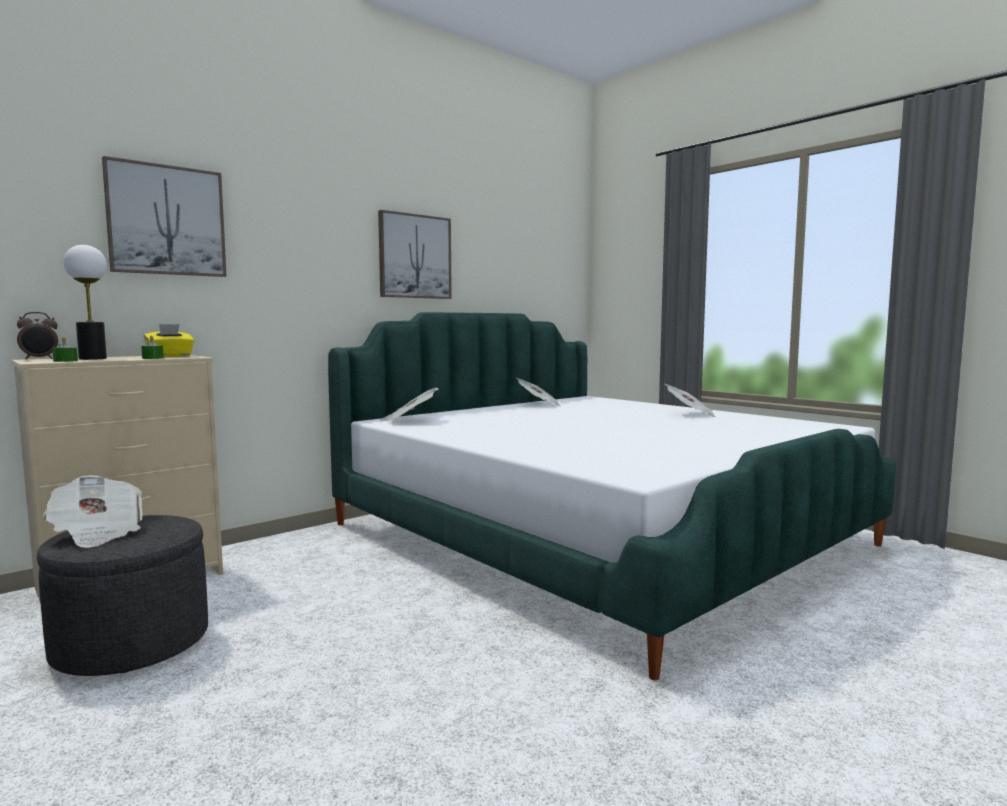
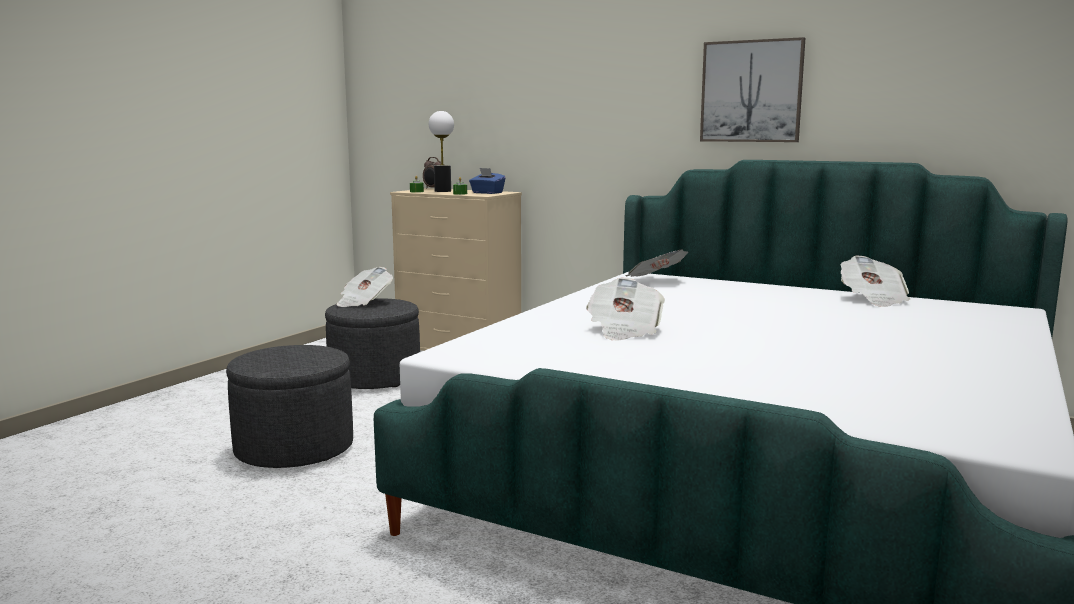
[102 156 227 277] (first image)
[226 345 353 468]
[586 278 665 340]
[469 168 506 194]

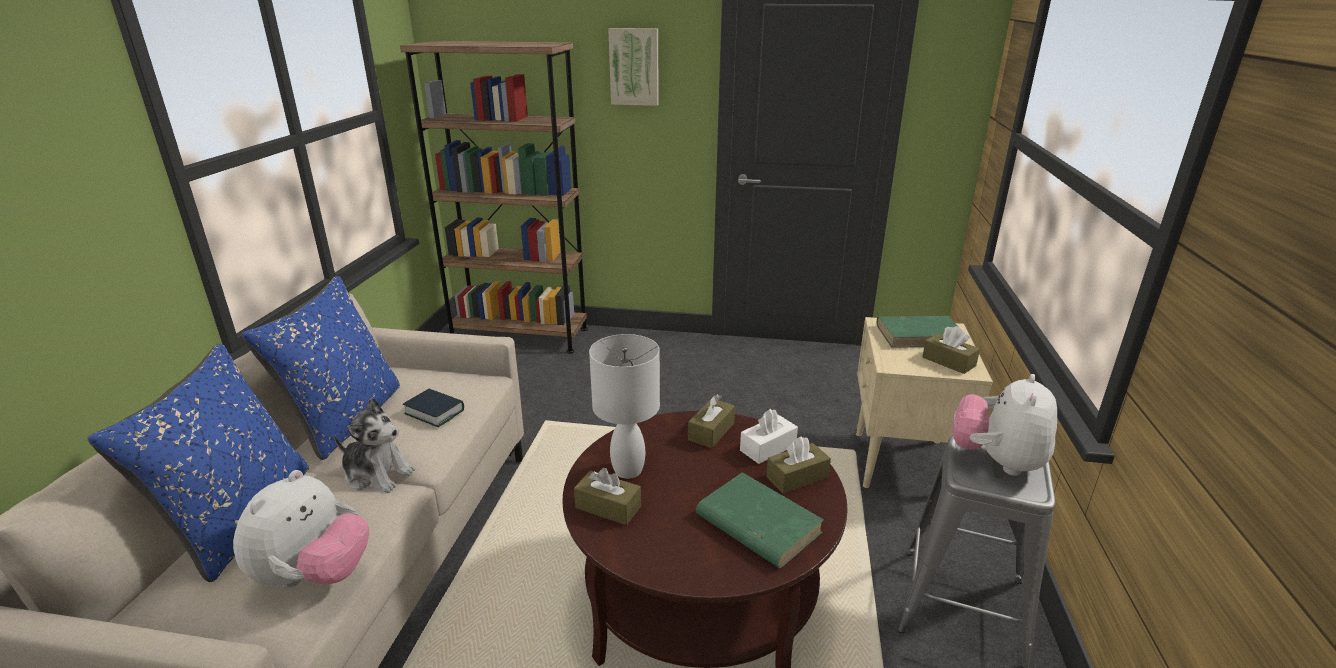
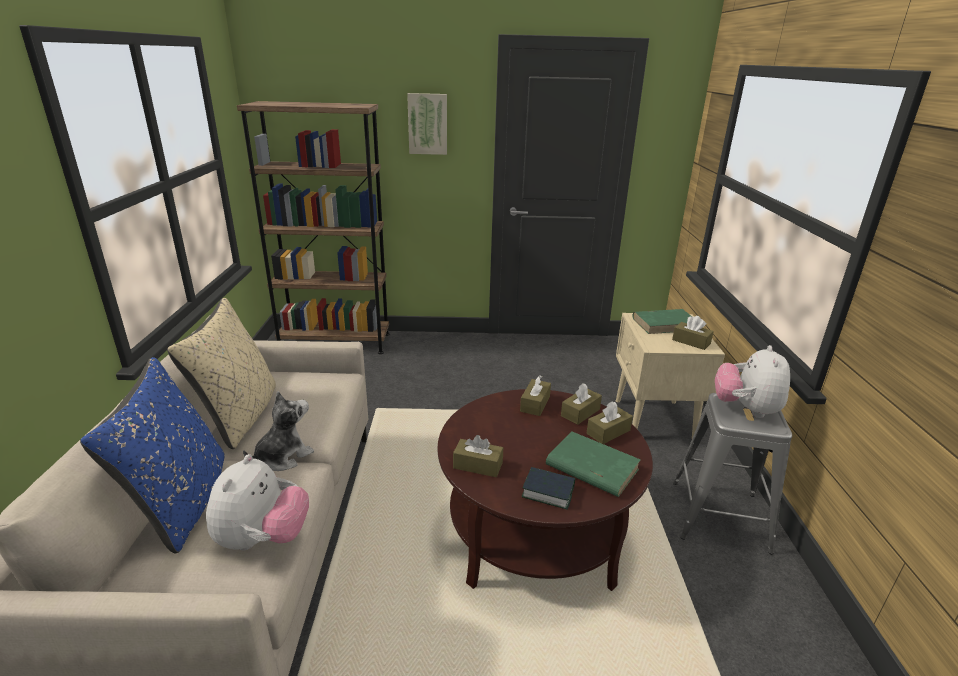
[589 334 660 479] (first image)
[522 467 575 510]
[167 298 276 449]
[561 383 602 425]
[243 391 314 471]

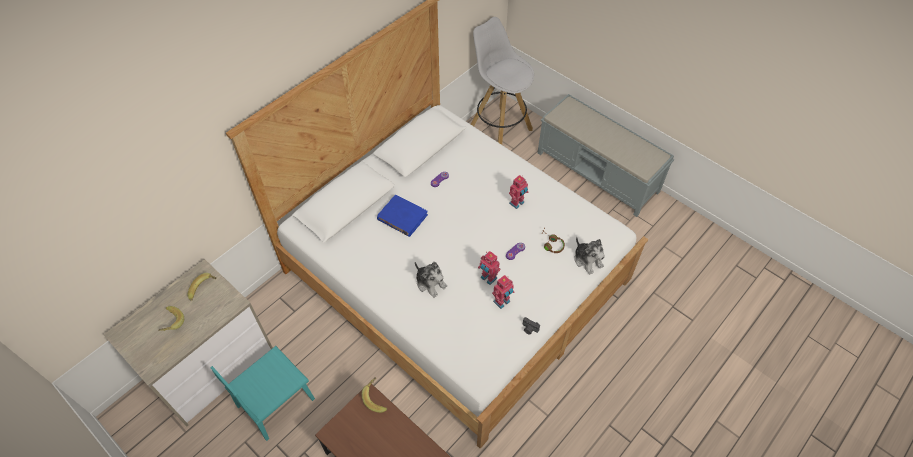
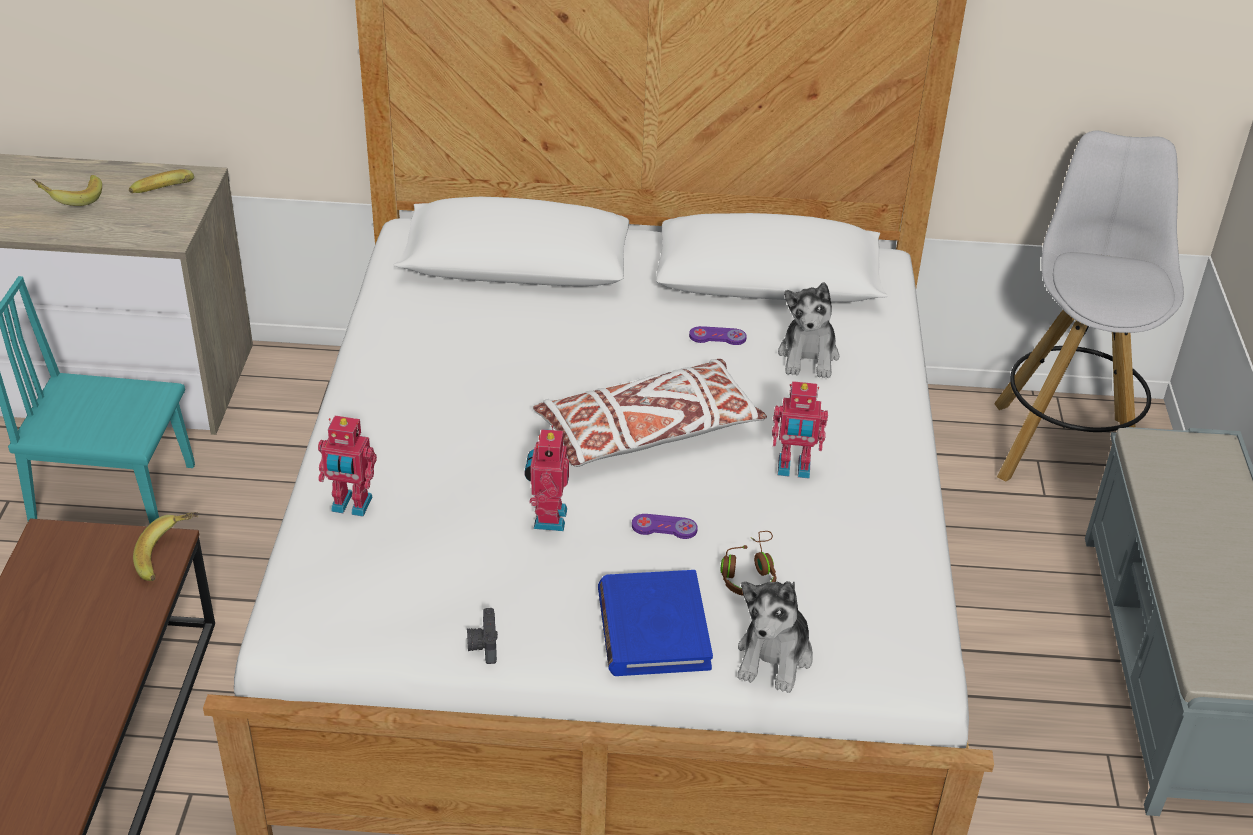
[533 359 767 467]
[598 570 713 676]
[778 282 839 378]
[318 416 377 516]

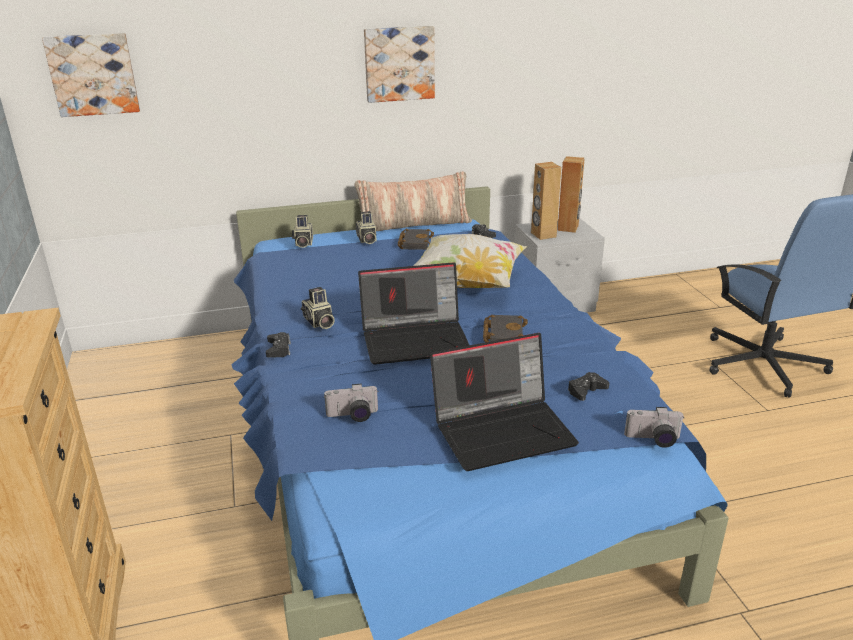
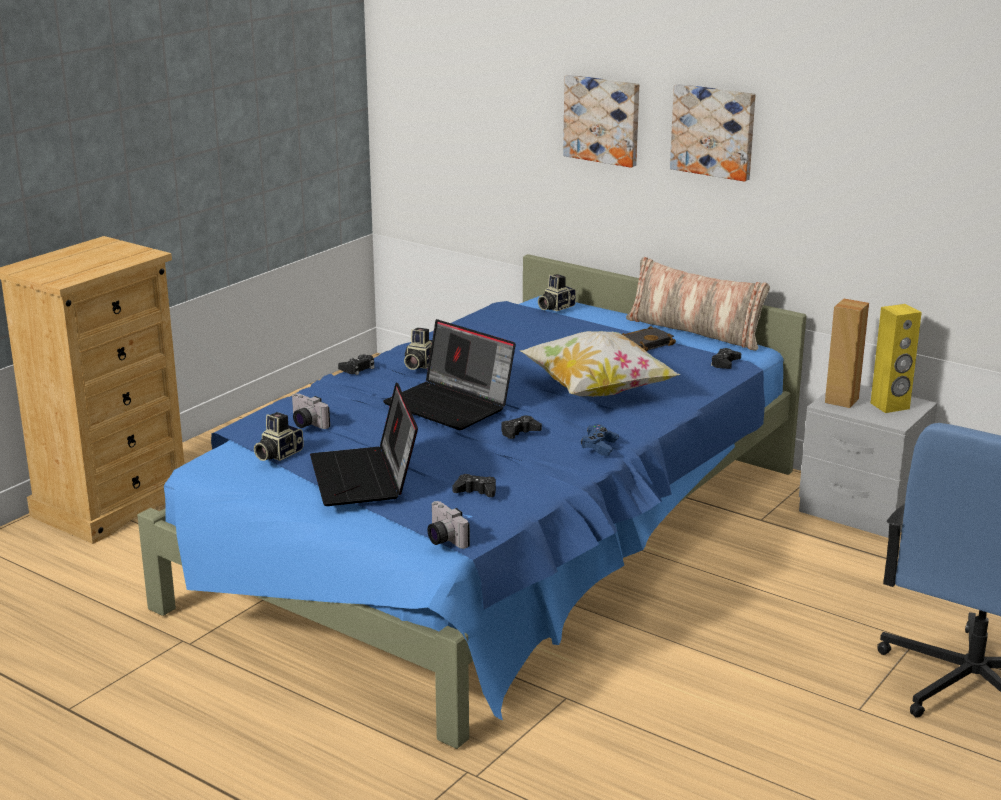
[581 424 619 456]
[563 75 639 168]
[254 412 303 461]
[502 416 542 439]
[871 304 922 413]
[310 382 418 506]

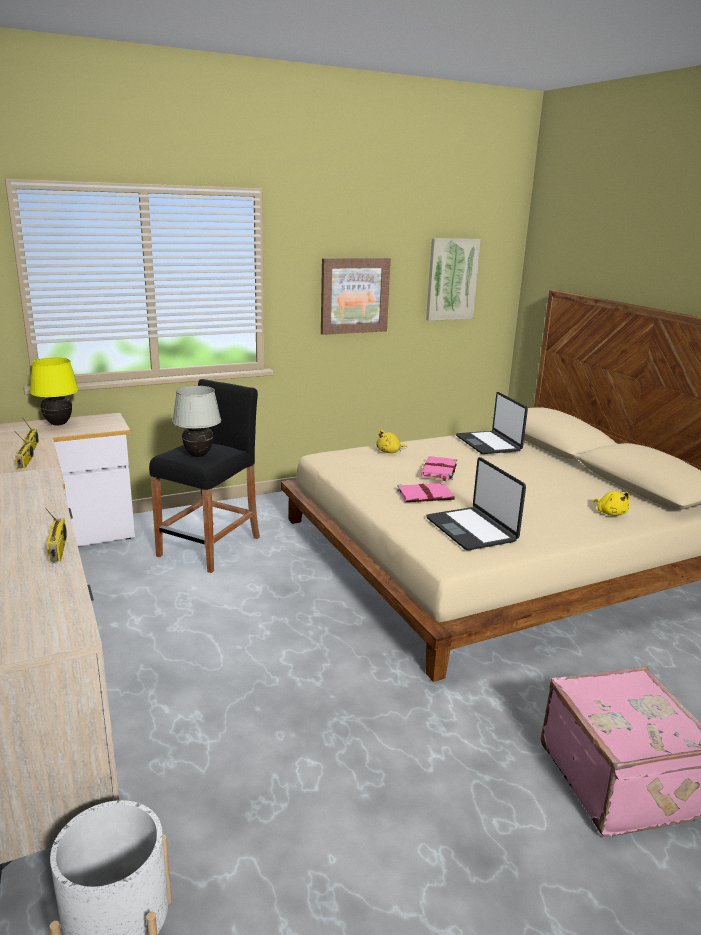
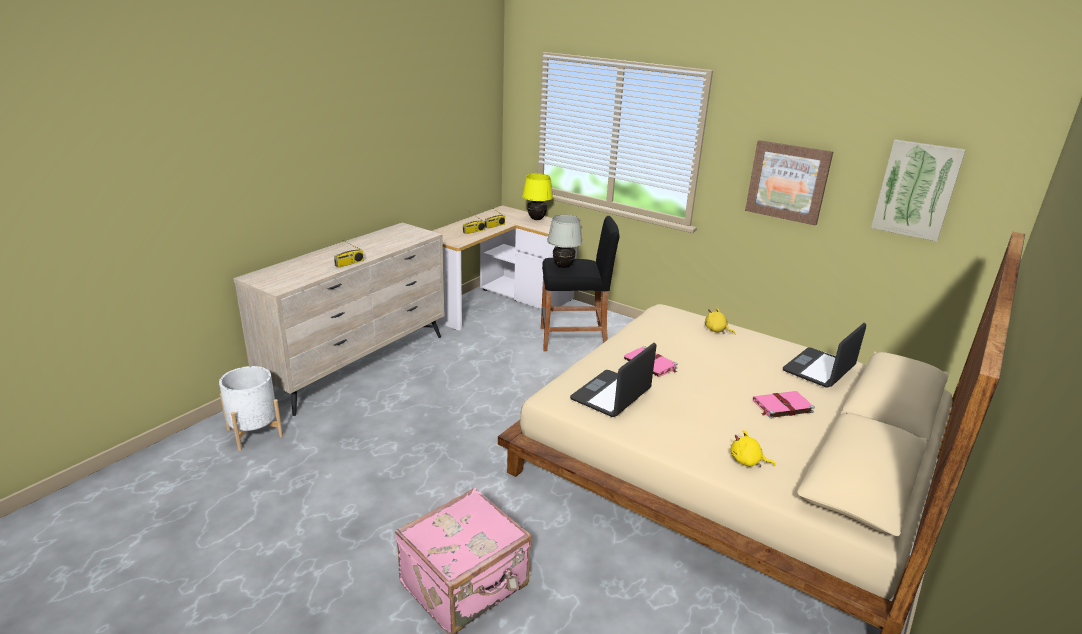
[753 391 815 419]
[730 430 776 467]

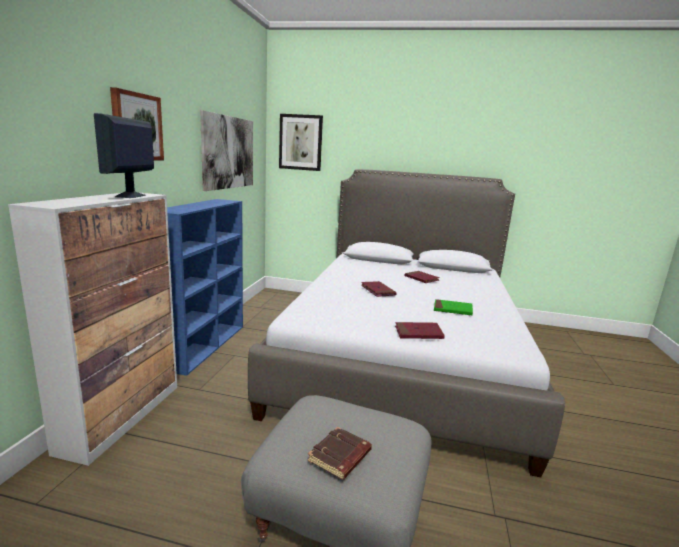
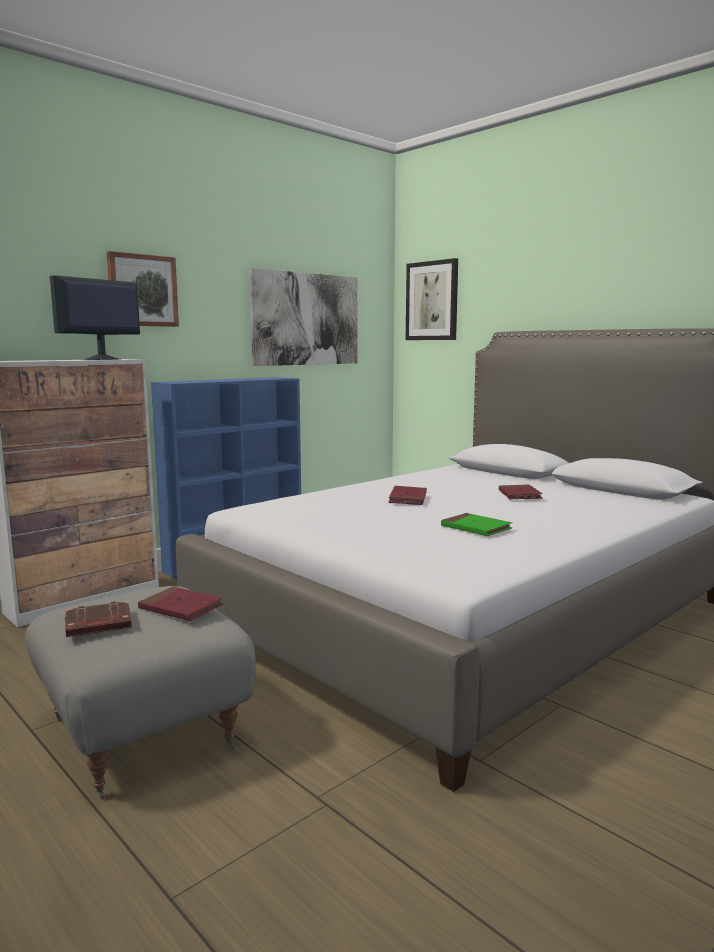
[138 587 223 621]

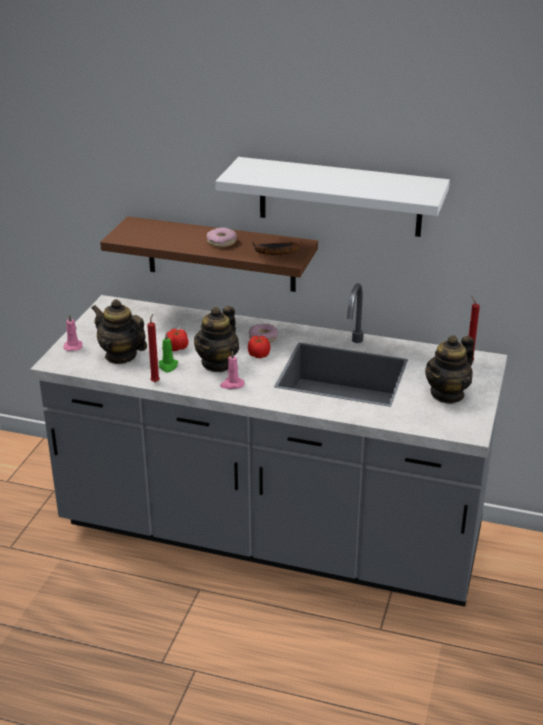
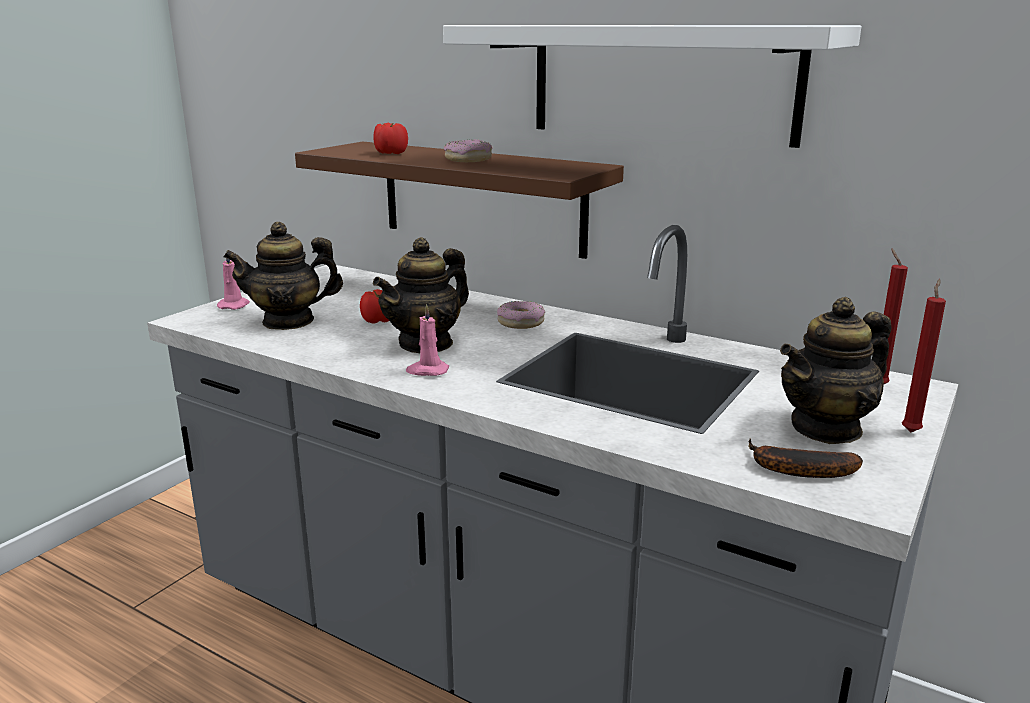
[159 333 178 372] (first image)
[902 279 946 432]
[373 123 408 154]
[749 438 863 478]
[223 222 343 330]

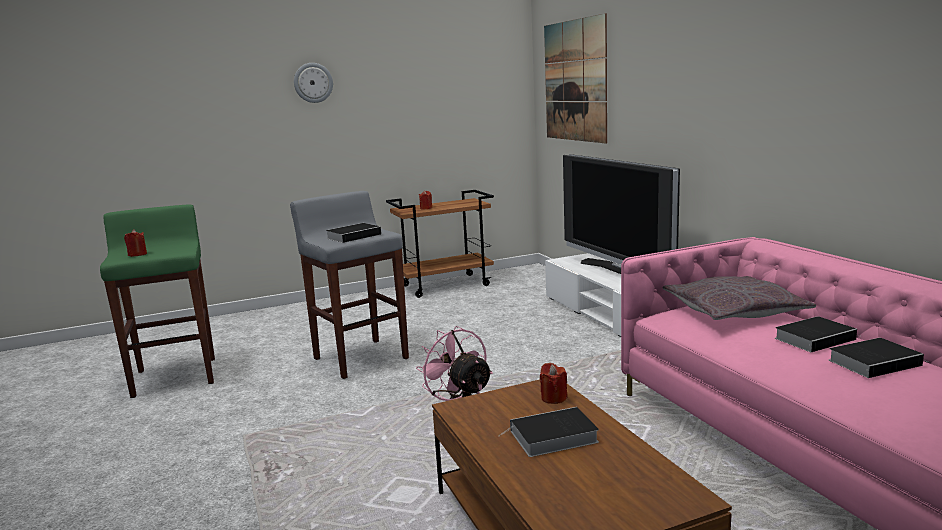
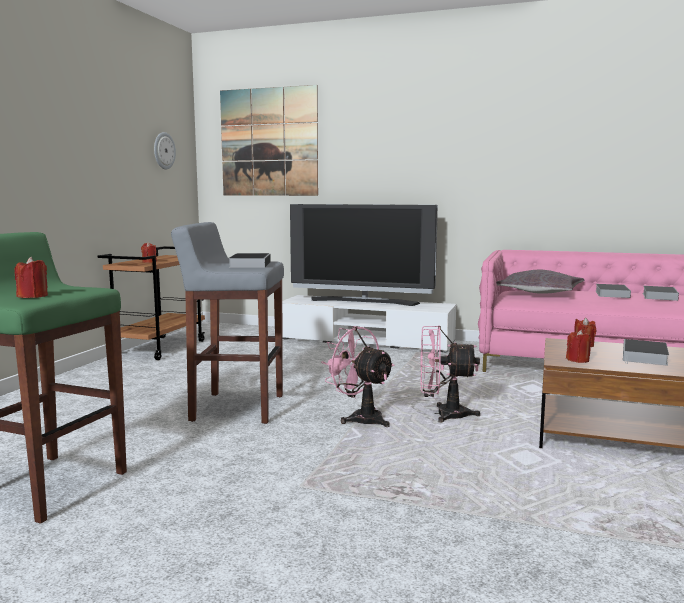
[321 326 395 427]
[566 330 592 363]
[154 132 176 169]

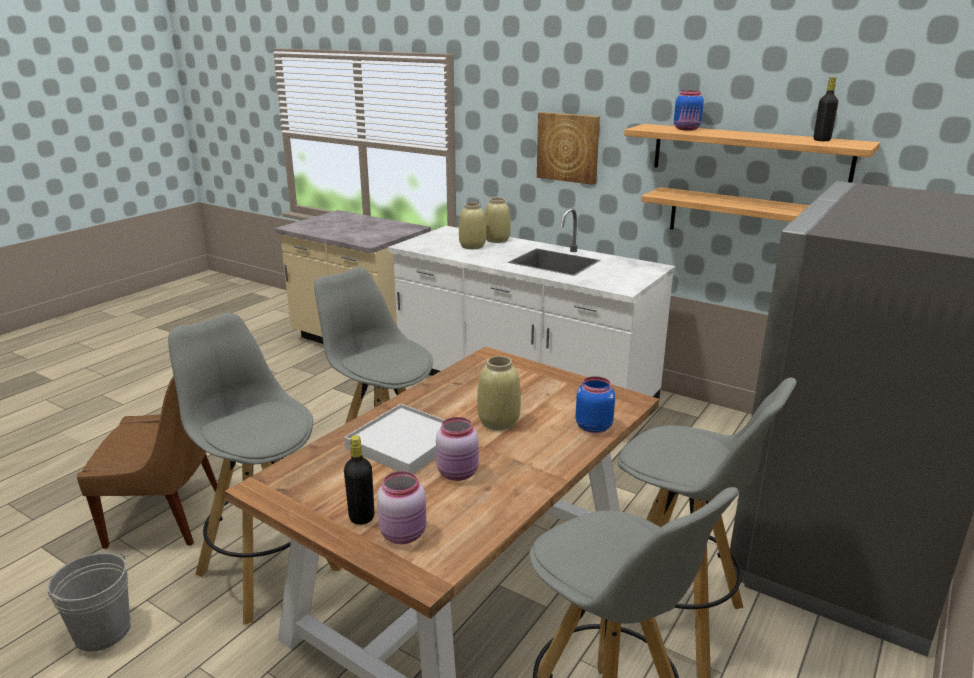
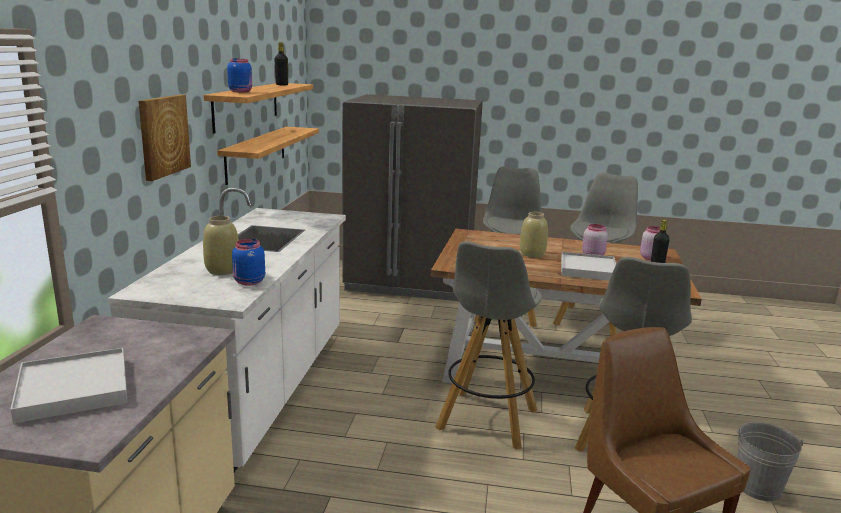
[485 197 511 243] (first image)
[10 348 128 424]
[232 239 265 286]

